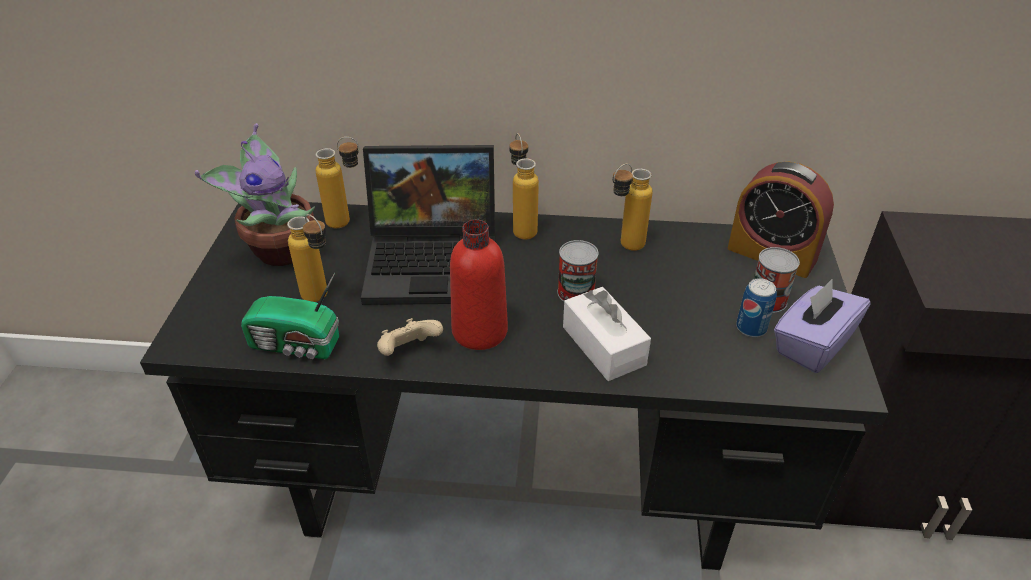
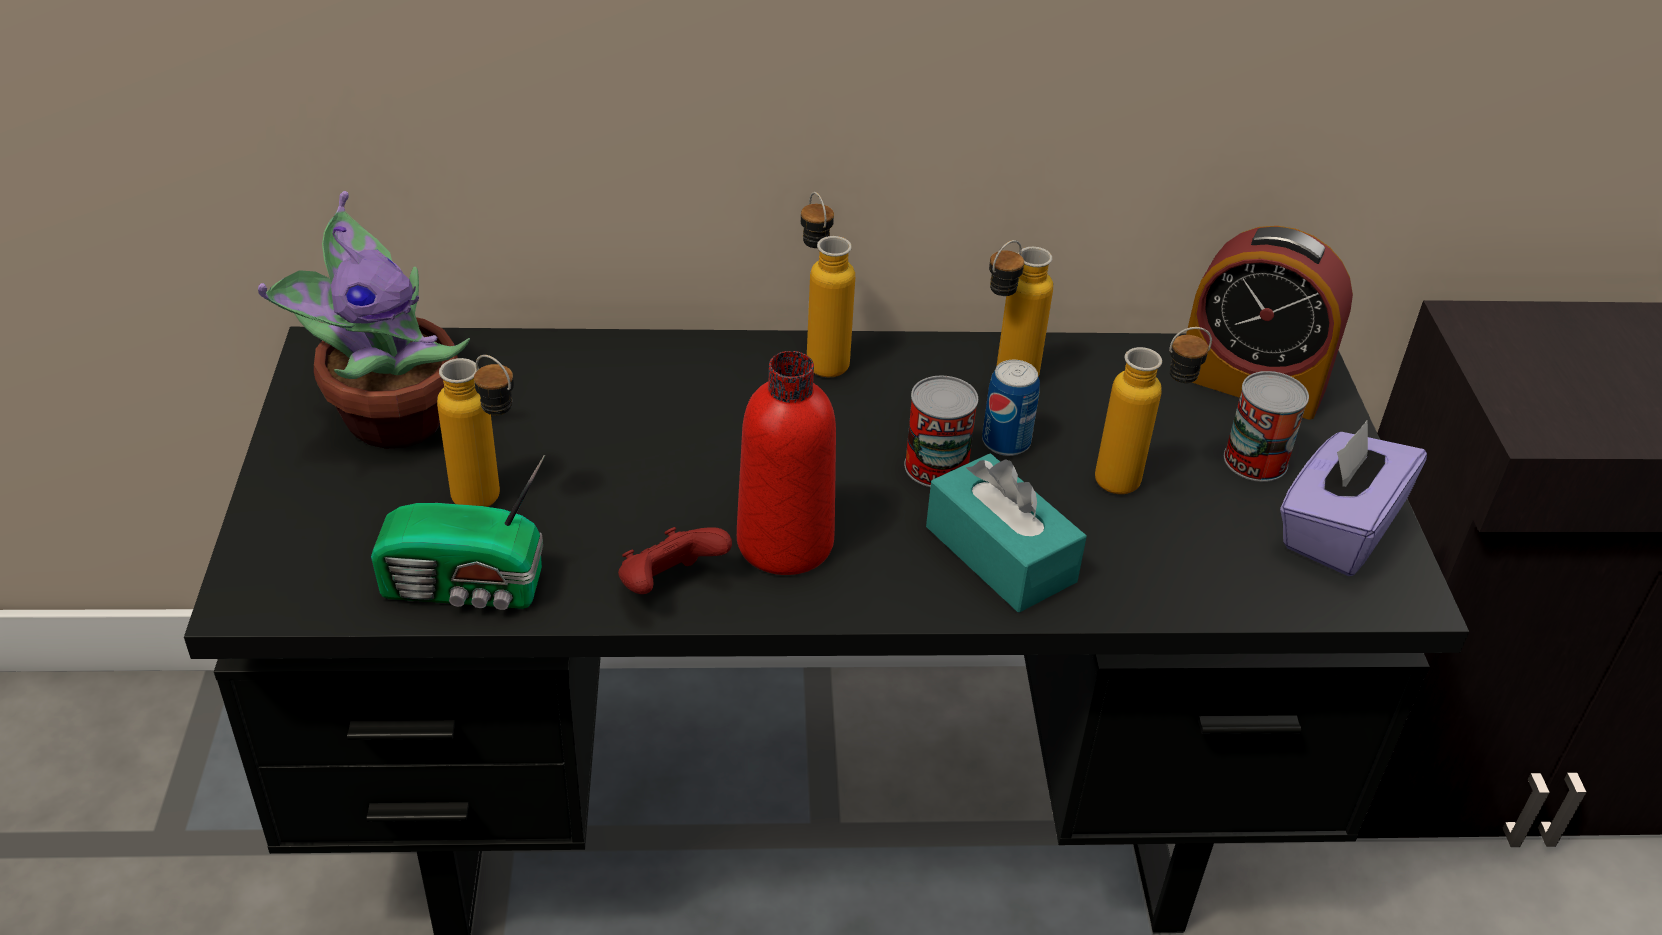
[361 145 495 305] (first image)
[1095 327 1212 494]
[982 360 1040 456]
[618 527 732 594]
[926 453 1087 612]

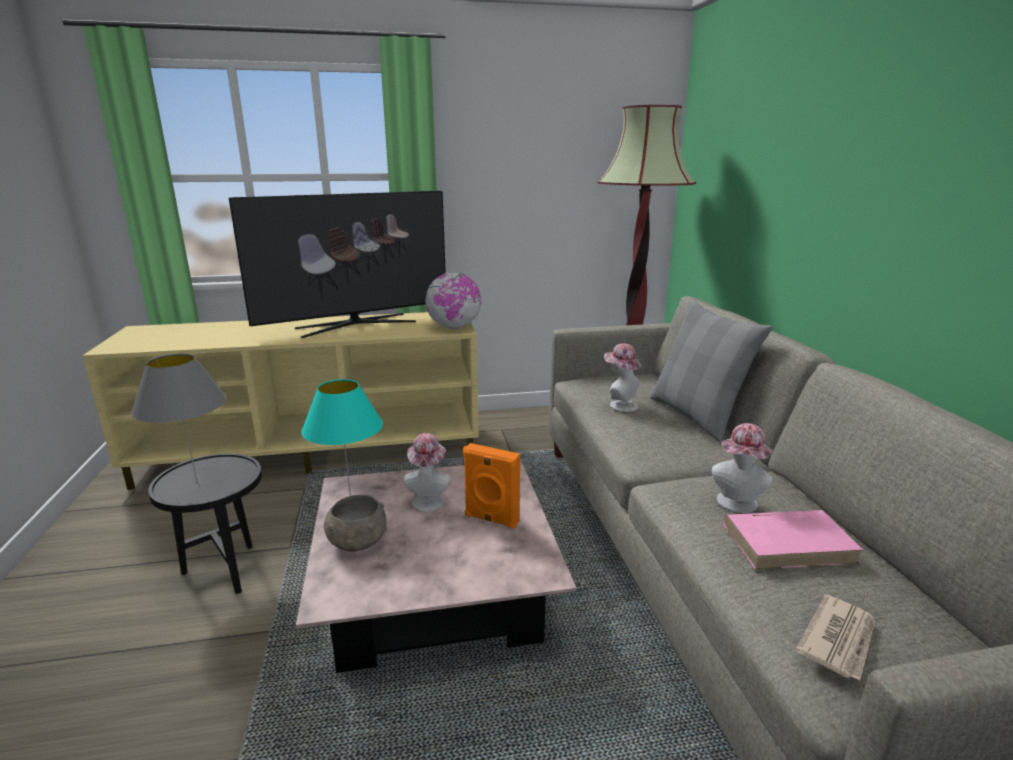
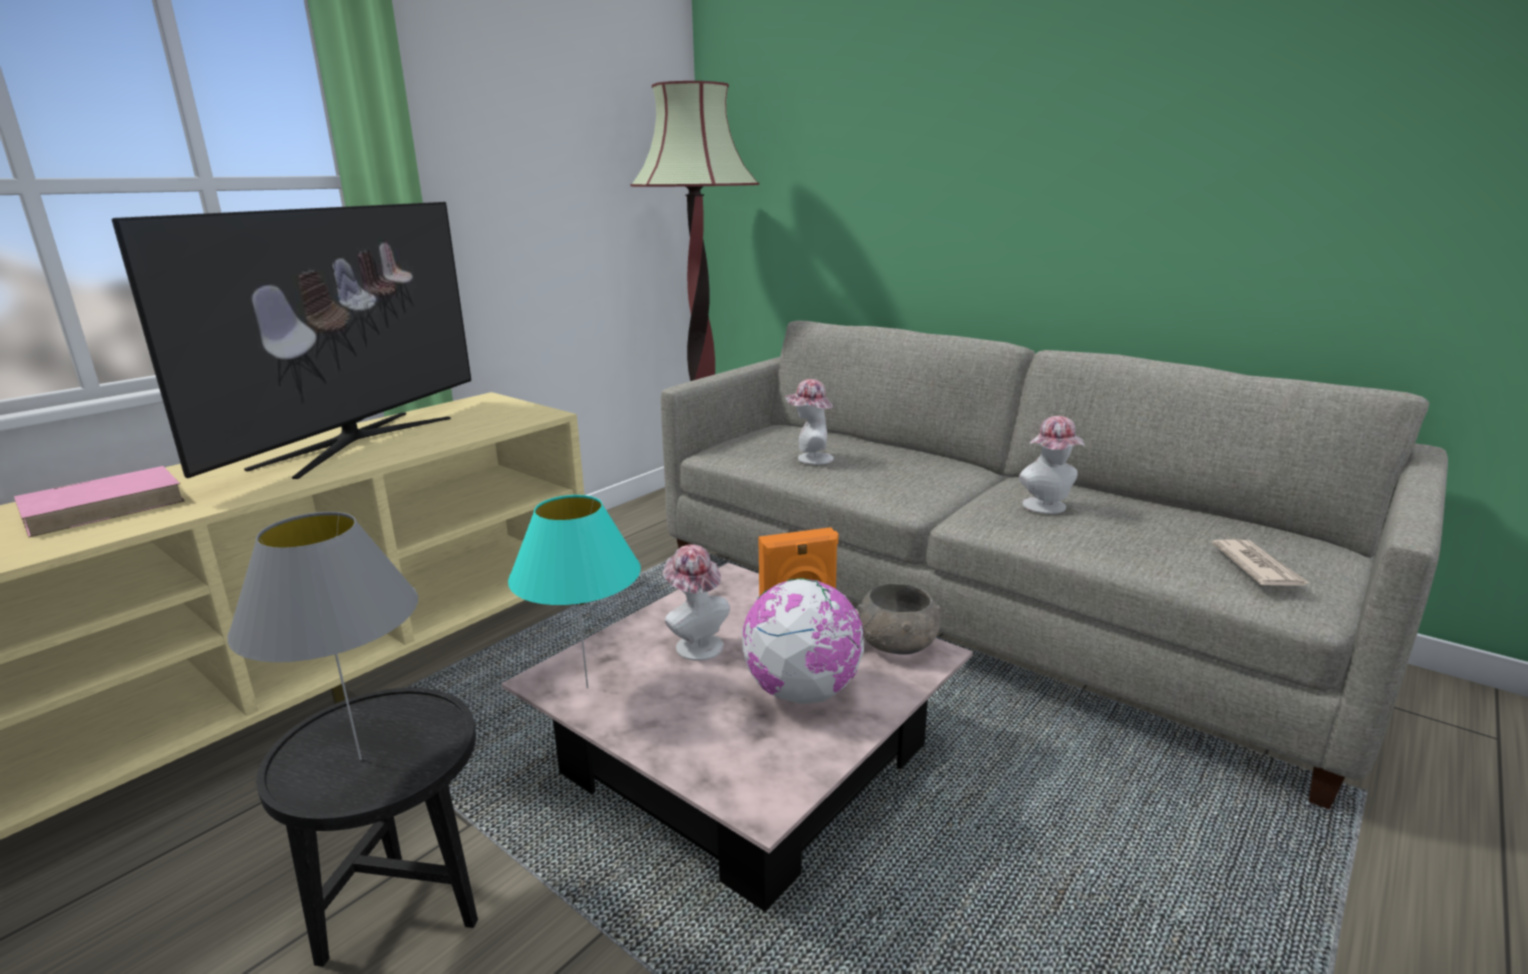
[650 299 772 442] (first image)
[857 583 941 655]
[742 578 864 704]
[14 466 185 537]

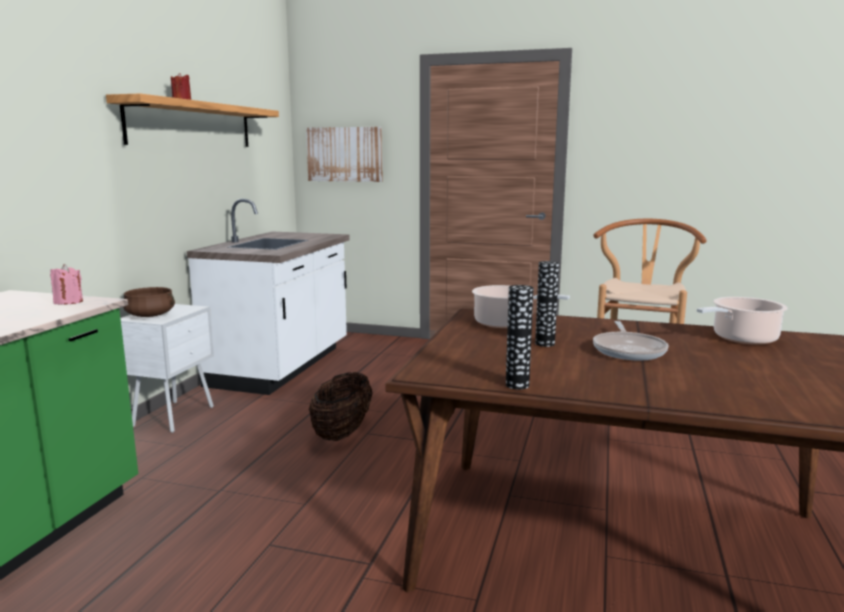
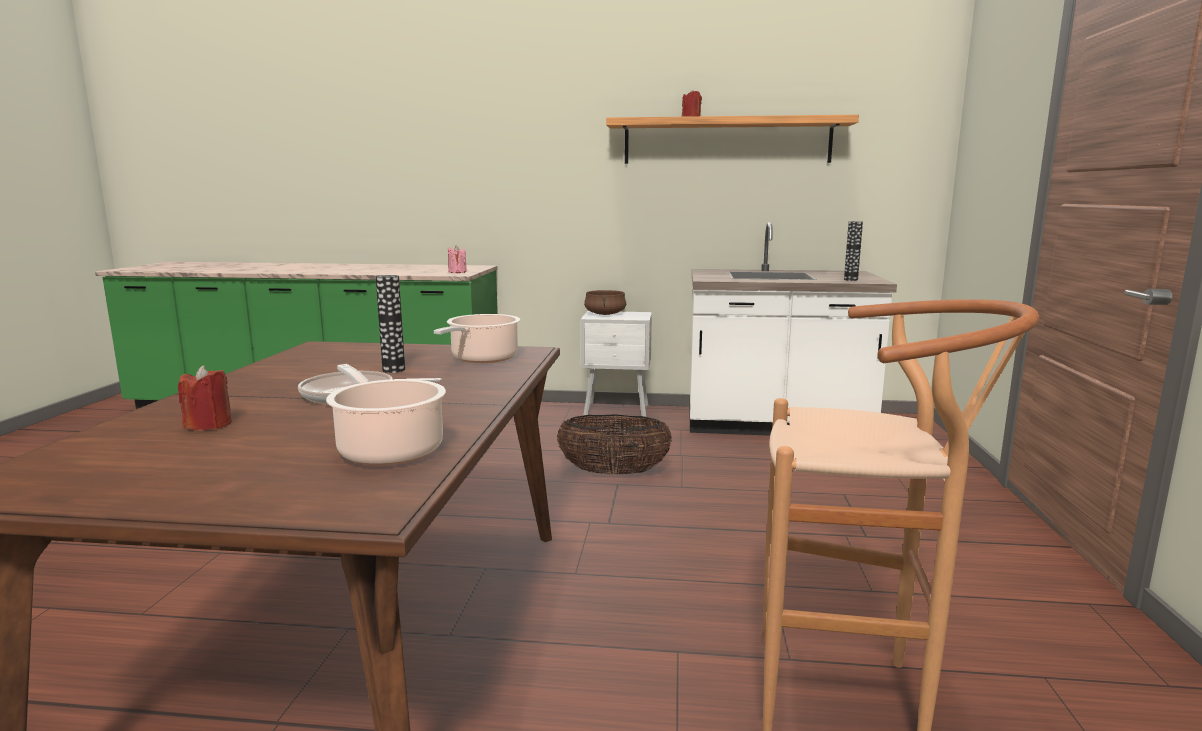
[306 127 383 182] (first image)
[178 365 232 431]
[844 221 863 281]

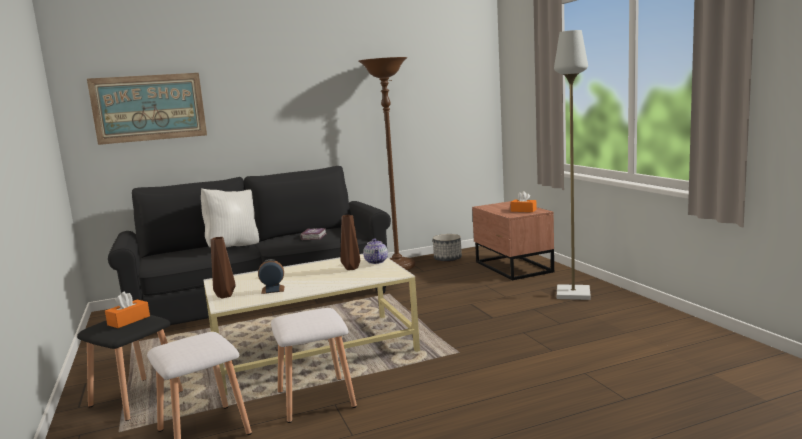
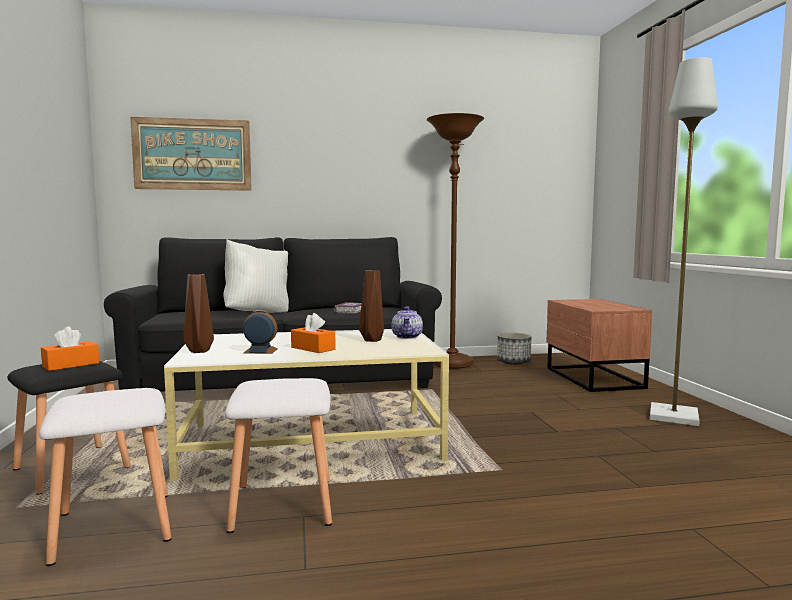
[291 313 336 353]

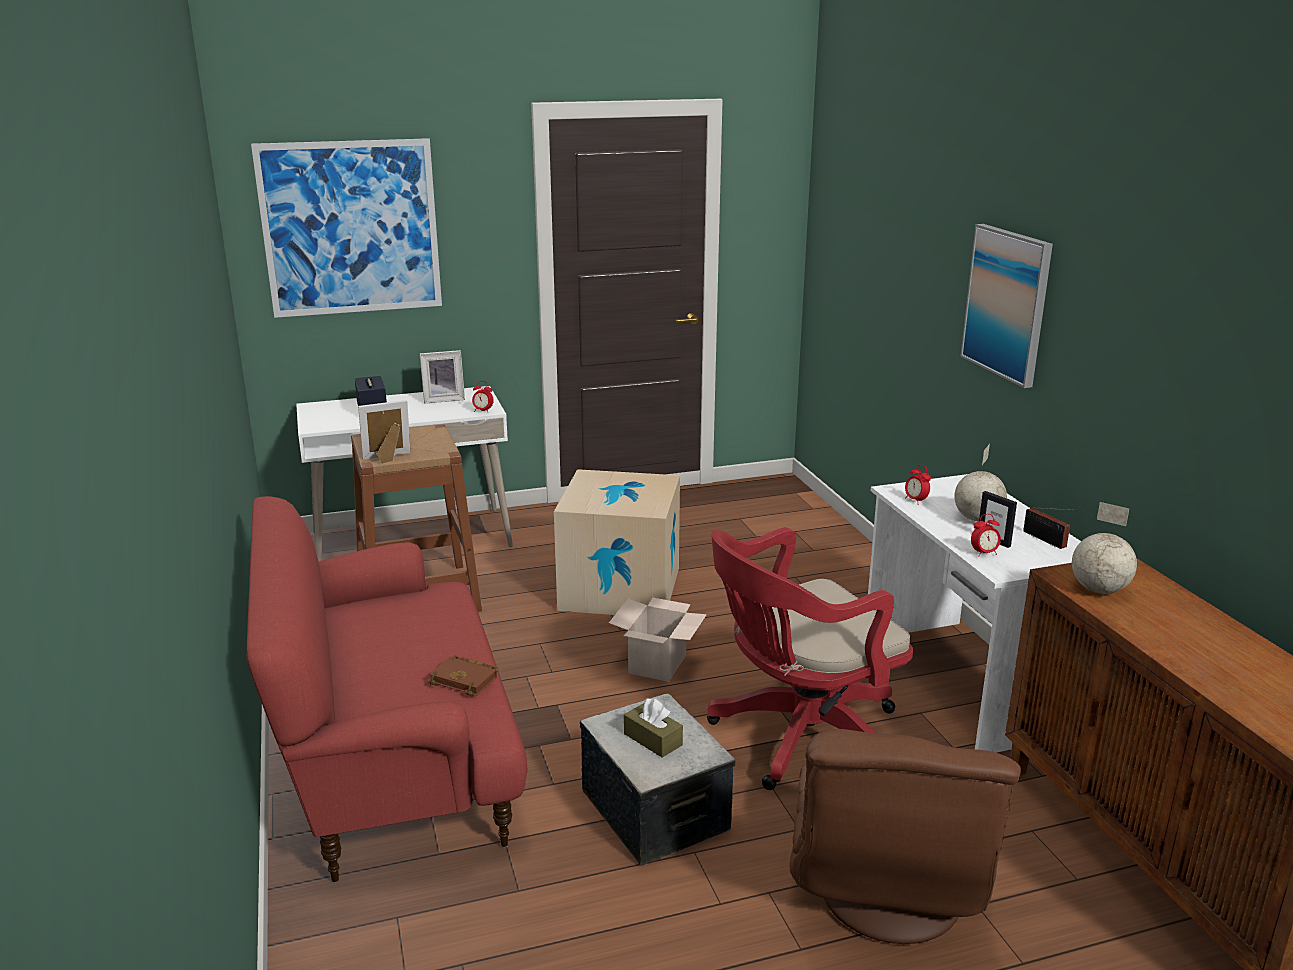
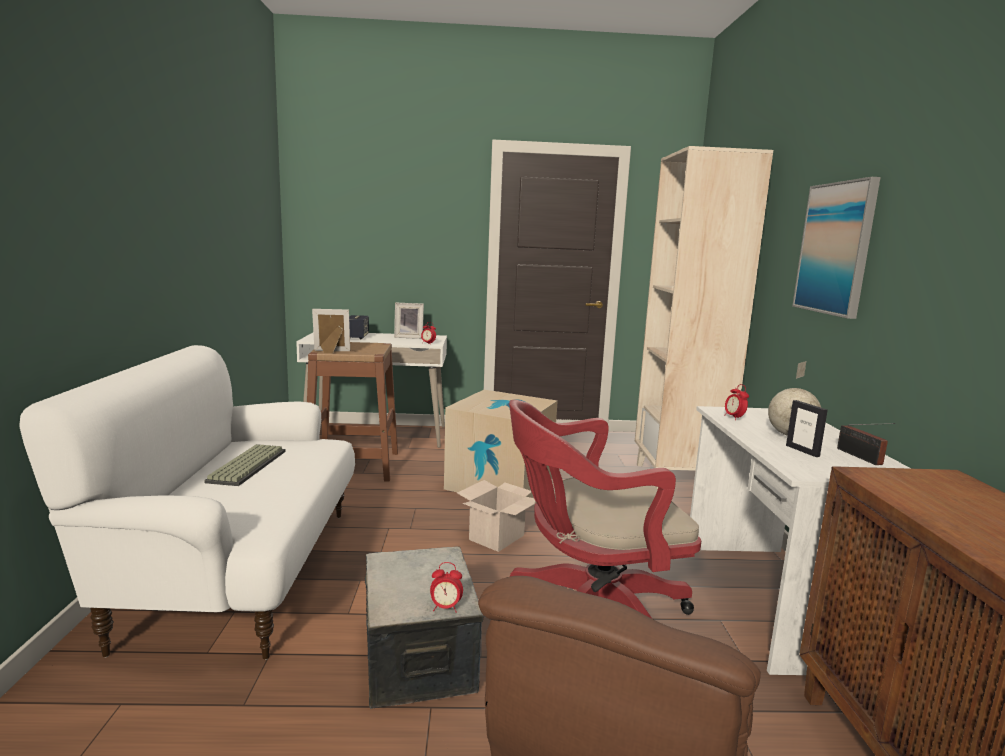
[251 138 442 318] (first image)
[428 655 498 697] (first image)
[624 698 683 758] (first image)
[1072 502 1137 594] (first image)
[204 444 286 486]
[635 146 773 489]
[430 562 463 613]
[19 345 355 660]

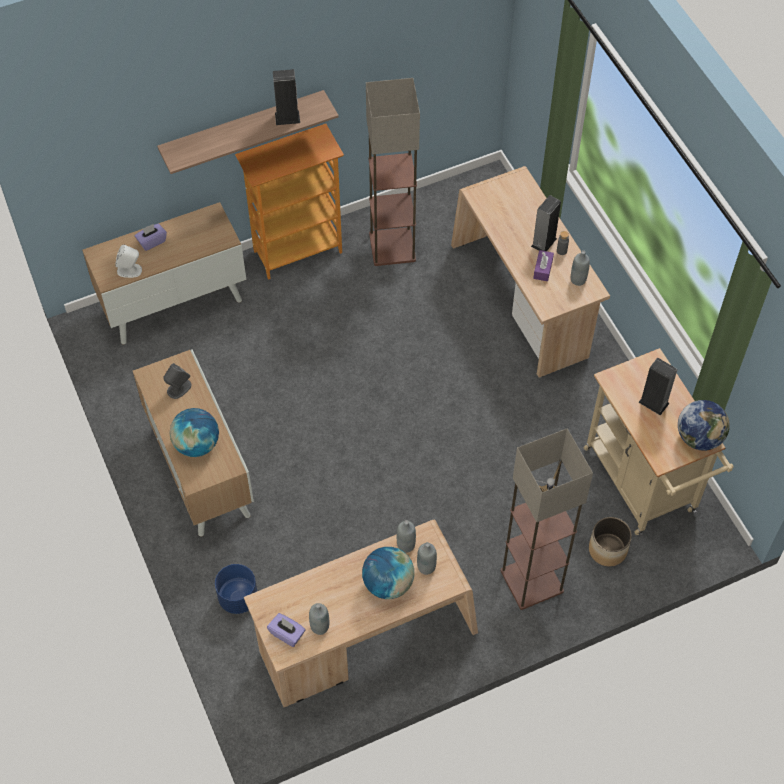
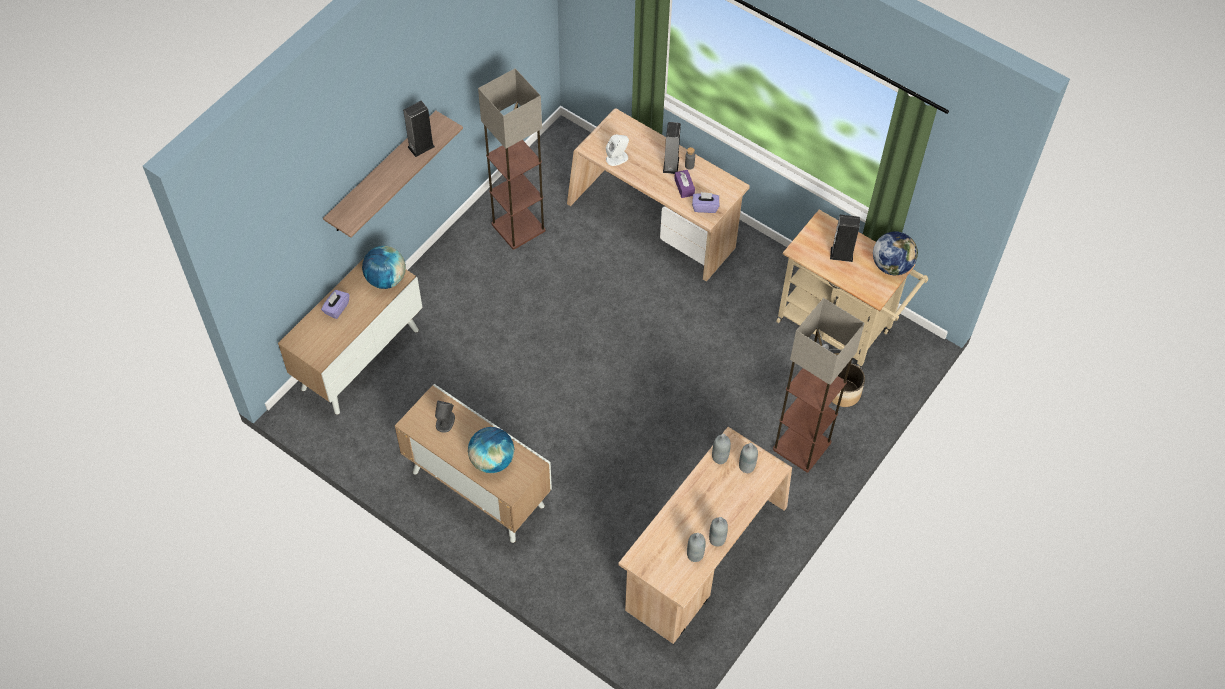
[215 564 257 614] (first image)
[235 124 344 280] (first image)
[606 134 629 166]
[692 192 719 213]
[362 246 406 289]
[709 517 728 546]

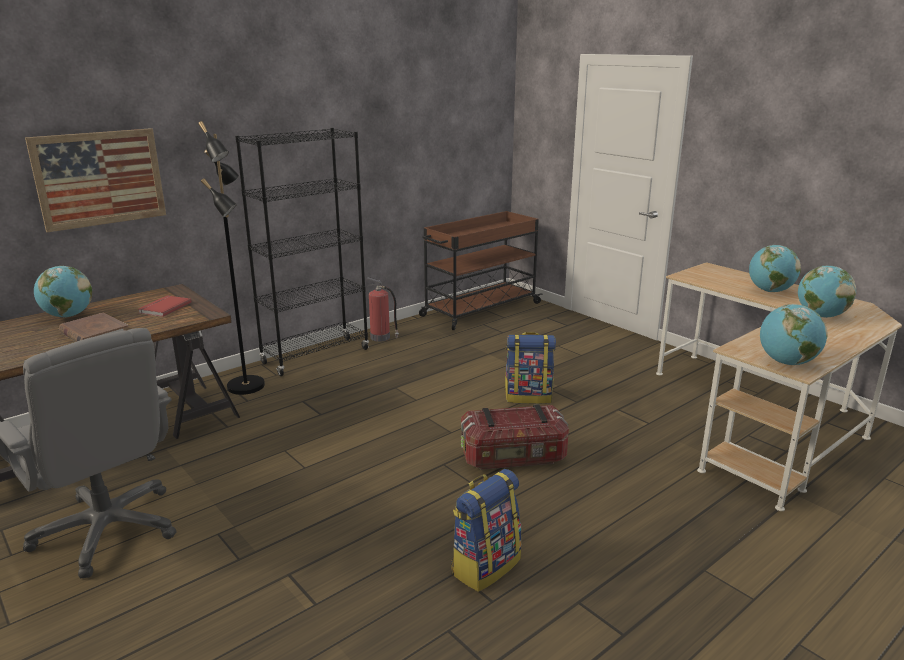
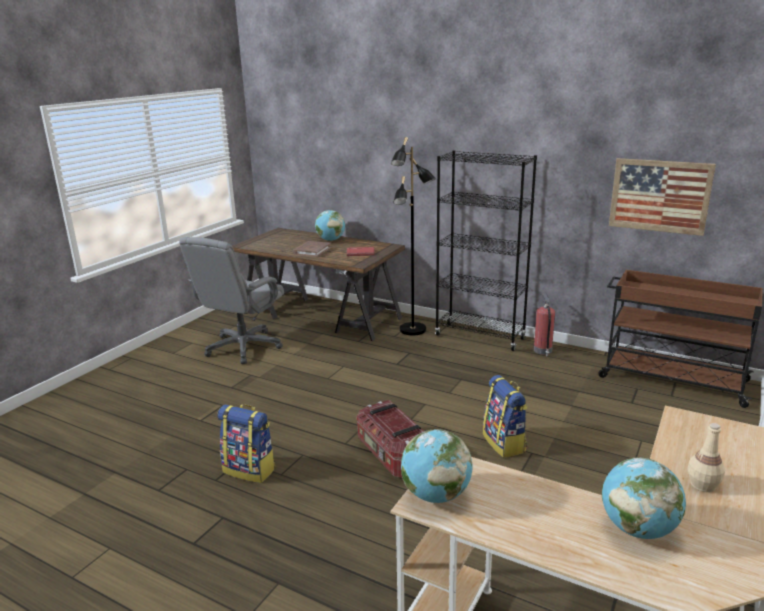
[609 158 716 236]
[687 423 725 492]

